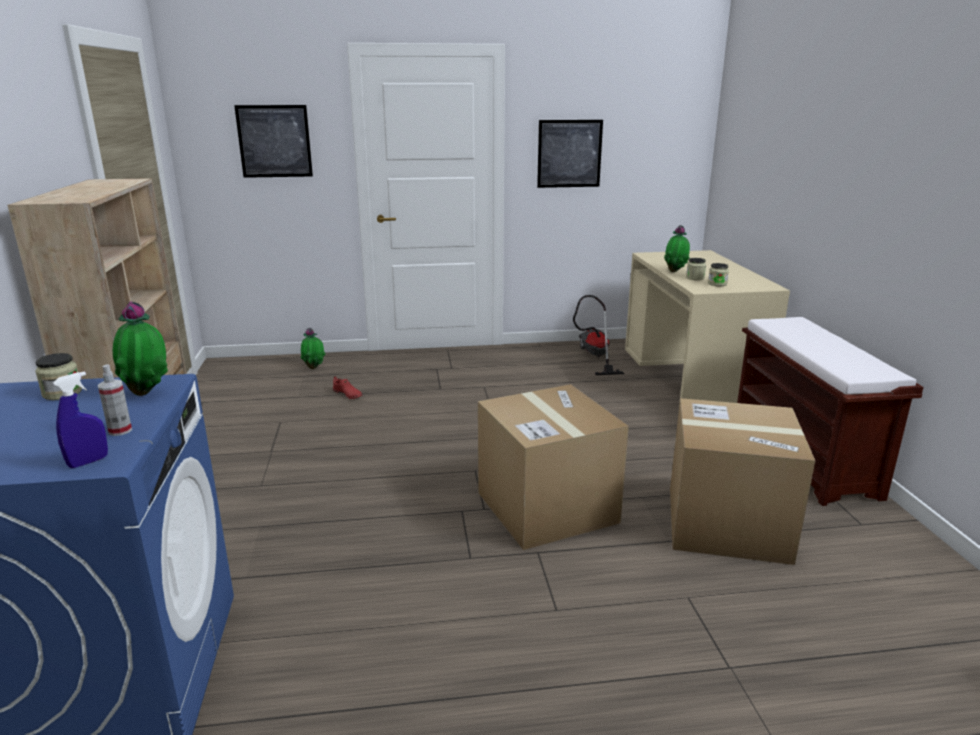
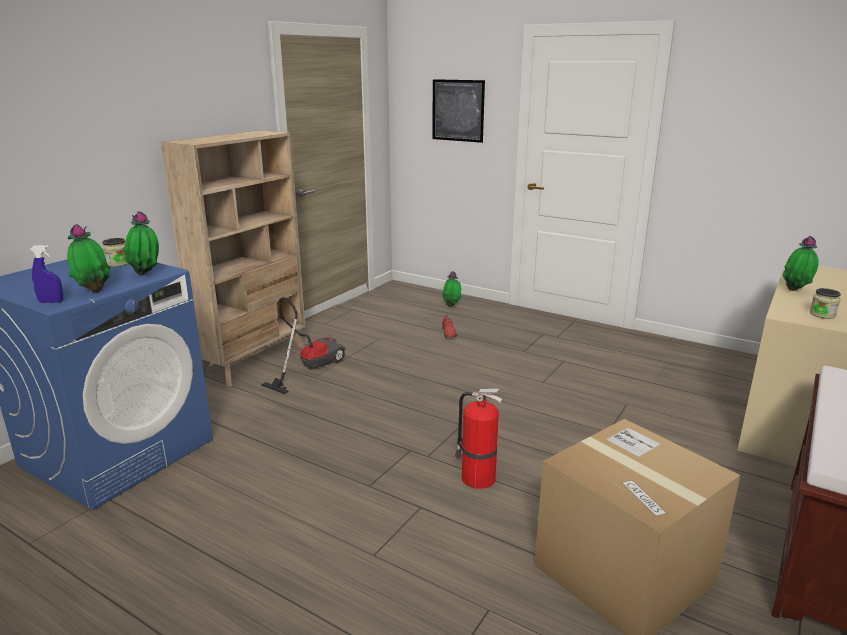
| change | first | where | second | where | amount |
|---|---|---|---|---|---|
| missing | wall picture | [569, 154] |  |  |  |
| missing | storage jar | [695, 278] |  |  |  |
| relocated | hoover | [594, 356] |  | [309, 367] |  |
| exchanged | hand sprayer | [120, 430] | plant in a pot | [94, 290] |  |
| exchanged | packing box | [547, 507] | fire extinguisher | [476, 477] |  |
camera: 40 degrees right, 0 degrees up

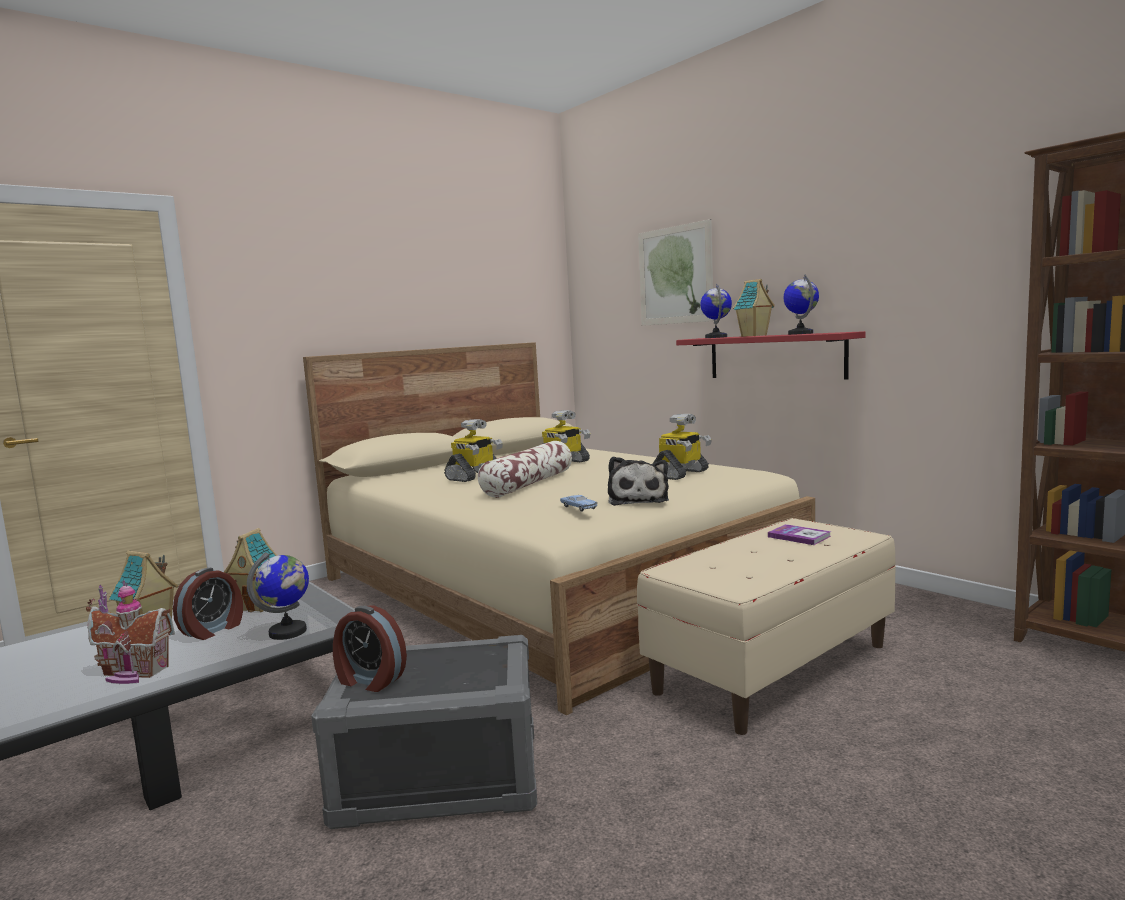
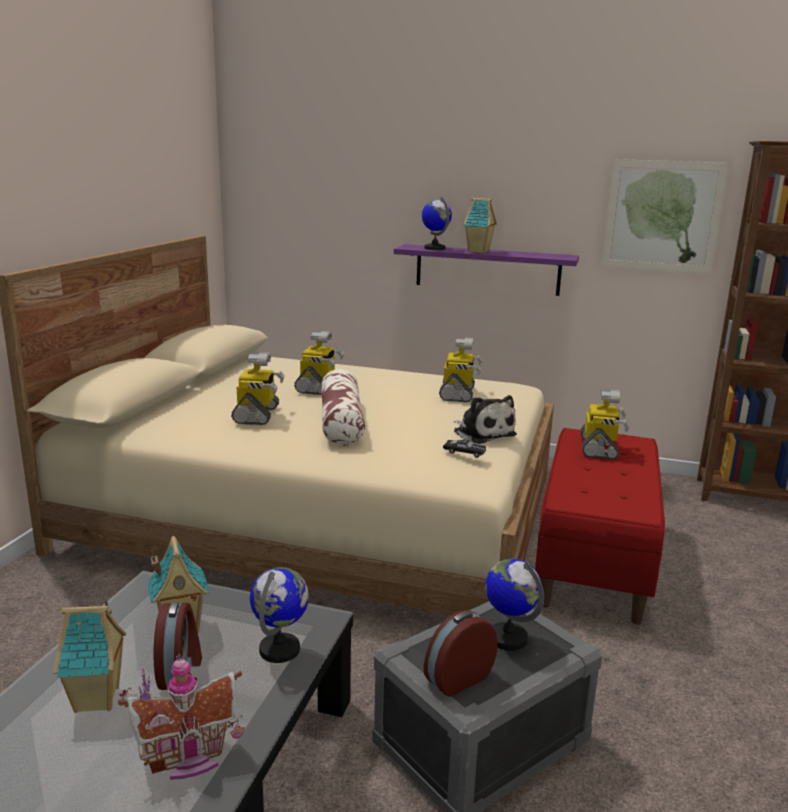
| change | first | where | second | where | amount |
|---|---|---|---|---|---|
| relocated | wall picture | [675, 275] |  | [662, 216] |  |
| relocated | globe | [800, 333] |  | [508, 638] |  |
| exchanged | book | [799, 536] | model robot | [599, 448] |  |
| colour | blue model car | [578, 508] | blackish model car | [464, 452] |  |
| colour | sand-coloured indoor bench | [772, 667] | reddish indoor bench | [593, 559] |  |
| colour | reddish bracket shelf | [775, 356] | purple-coloured bracket shelf | [487, 270] |  |
| spun | table clock | [369, 680] |  | [457, 678] | 150 degrees clockwise |
camera: 35 degrees left, 10 degrees up

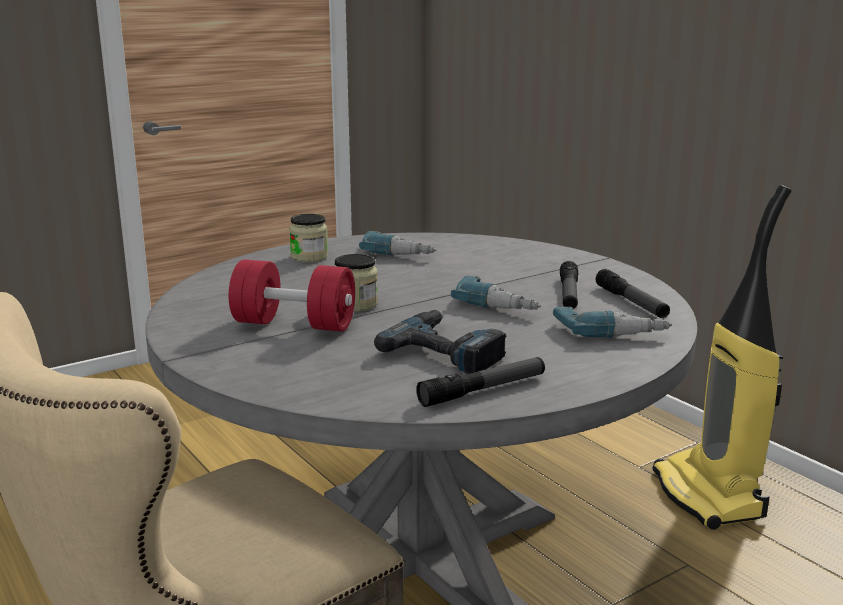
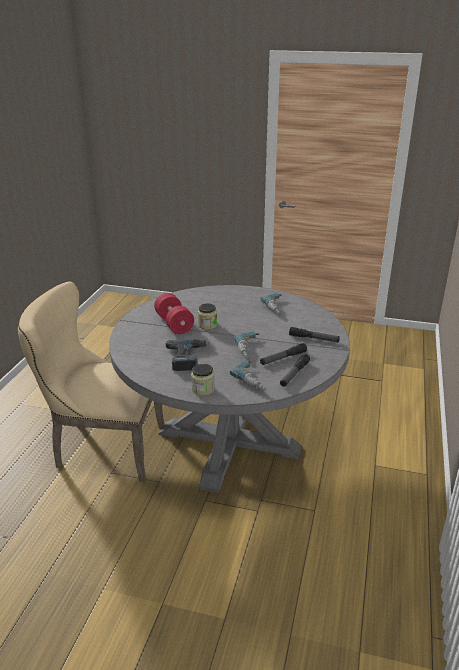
| change | first | where | second | where | amount |
|---|---|---|---|---|---|
| missing | hoover | [710, 495] |  |  |  |
| relocated | storage jar | [309, 256] |  | [203, 389] |  |
| relocated | flashlight | [483, 390] |  | [314, 339] |  |
camera: 50 degrees right, 10 degrees up

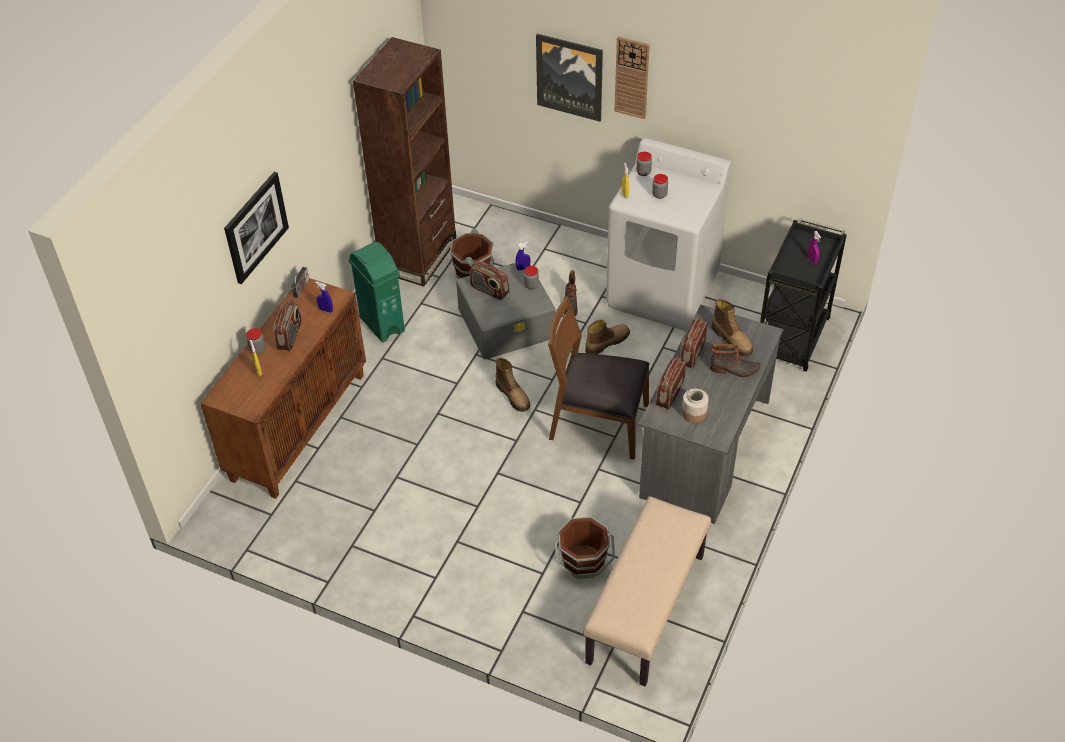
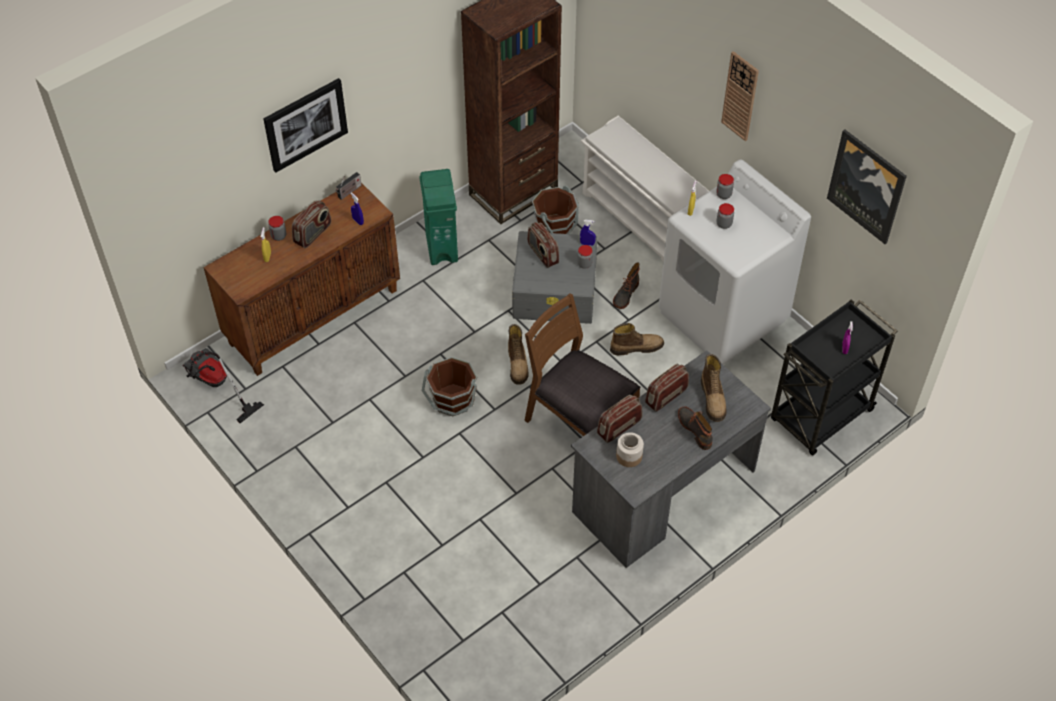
| change | first | where | second | where | amount |
|---|---|---|---|---|---|
| missing | sand-coloured indoor bench | [646, 609] |  |  |  |
| appeared |  |  | hoover | [215, 386] |  |
| appeared |  |  | whitish shoe rack | [642, 220] |  |
| relocated | wall picture | [570, 76] |  | [867, 186] |  |
| relocated | brown-coloured bucket | [583, 562] |  | [452, 400] |  |
| spun | high-top boot | [734, 369] |  | [695, 429] | 150 degrees counterclockwise |
camera: 25 degrees right, 5 degrees up

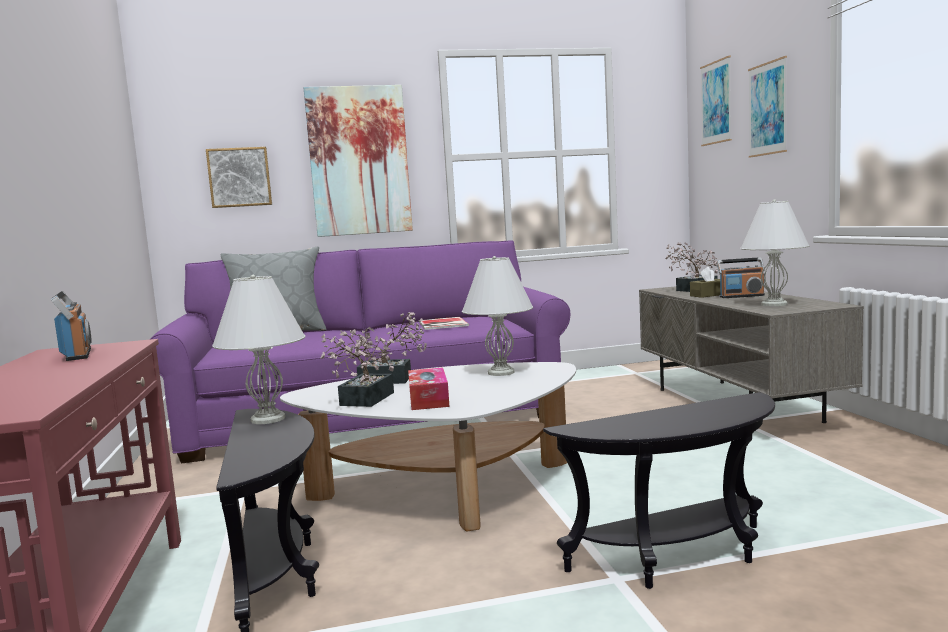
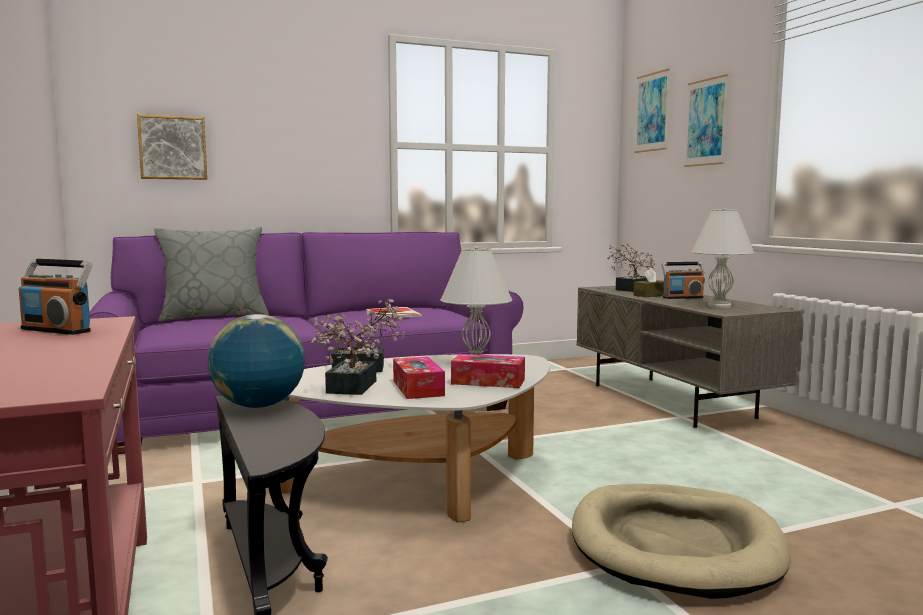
| change | first | where | second | where | amount |
|---|---|---|---|---|---|
| missing | wall picture | [359, 161] |  |  |  |
| appeared |  |  | box of tissues | [488, 381] |  |
| exchanged | whitish table lamp | [267, 419] | globe | [258, 406] |  |
| exchanged | blackish end table | [680, 559] | sand-coloured pet bed | [675, 545] |  |
| spun | radio | [77, 355] |  | [57, 330] | 150 degrees clockwise |
camera: 10 degrees left, 0 degrees up

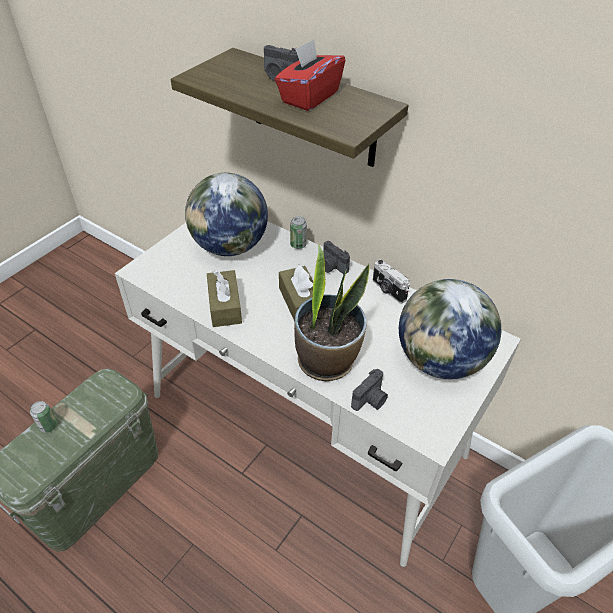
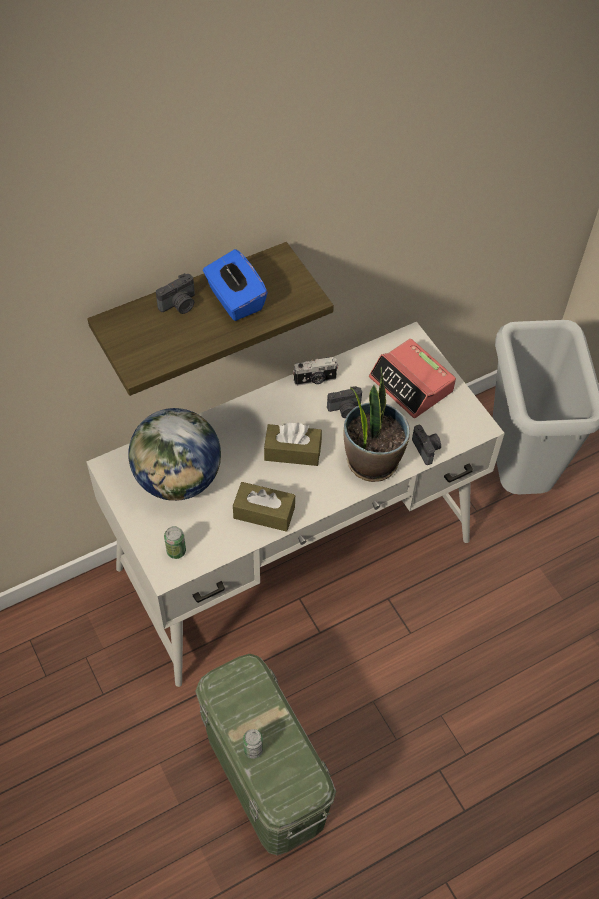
| change | first | where | second | where | amount |
|---|---|---|---|---|---|
| relocated | sealed can | [298, 245] |  | [176, 551] |  |
| relocated | photo camera | [332, 267] |  | [345, 409] |  |
| exchanged | globe | [440, 361] | table clock | [411, 385] |  |
| colour | reddish box of tissues | [309, 97] | blue box of tissues | [235, 300] |  |
camera: 65 degrees left, 10 degrees up

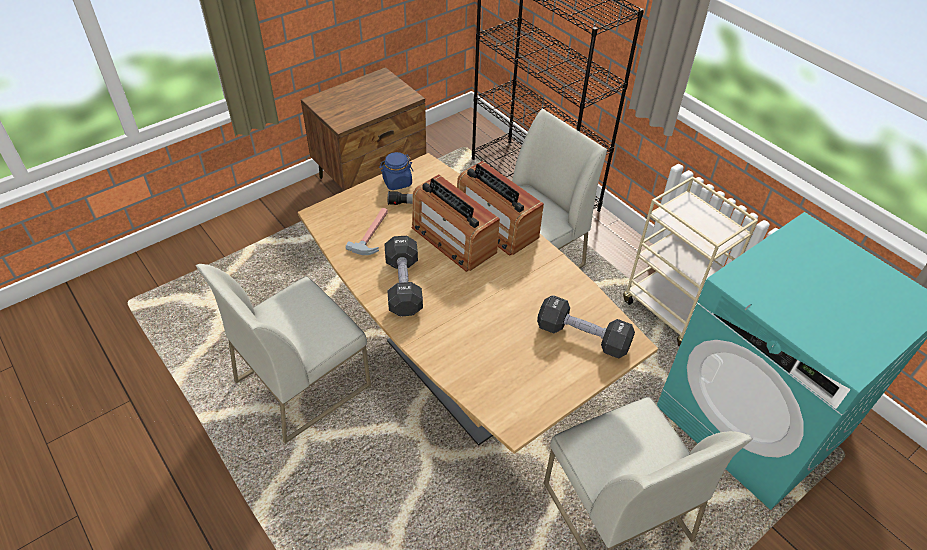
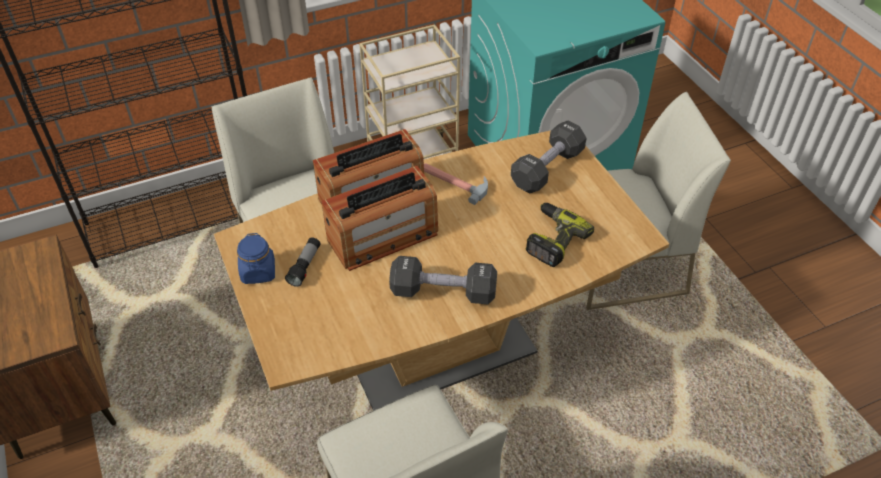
| change | first | where | second | where | amount |
|---|---|---|---|---|---|
| appeared |  |  | drill | [552, 239] |  |
| relocated | hand hammer | [374, 233] |  | [454, 181] |  |
camera: 75 degrees left, 0 degrees up

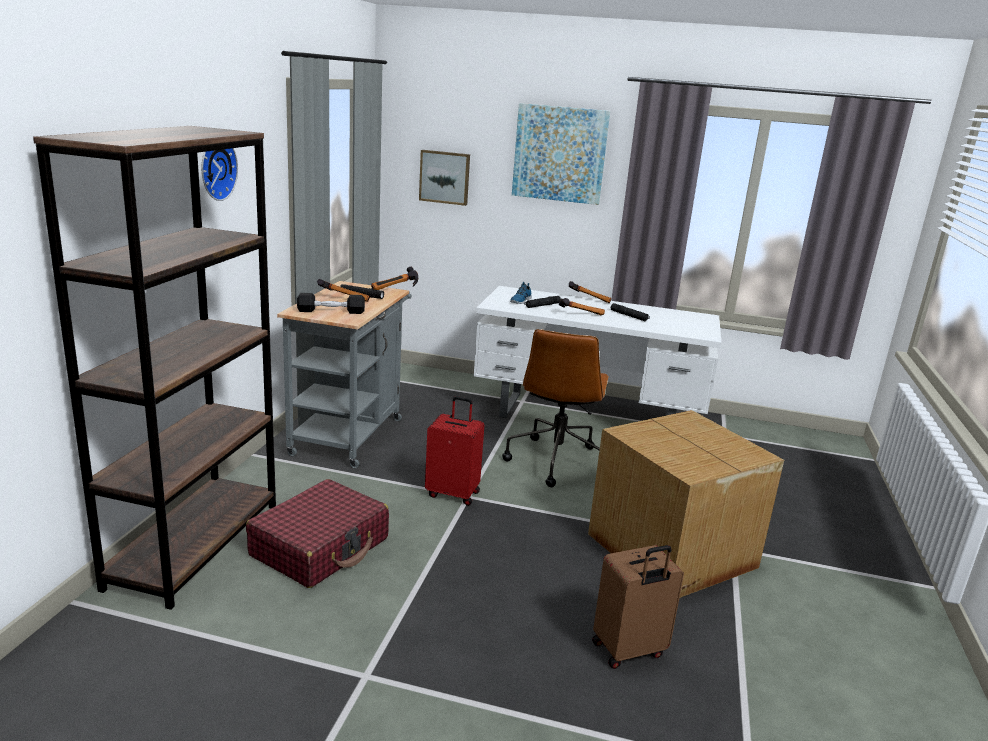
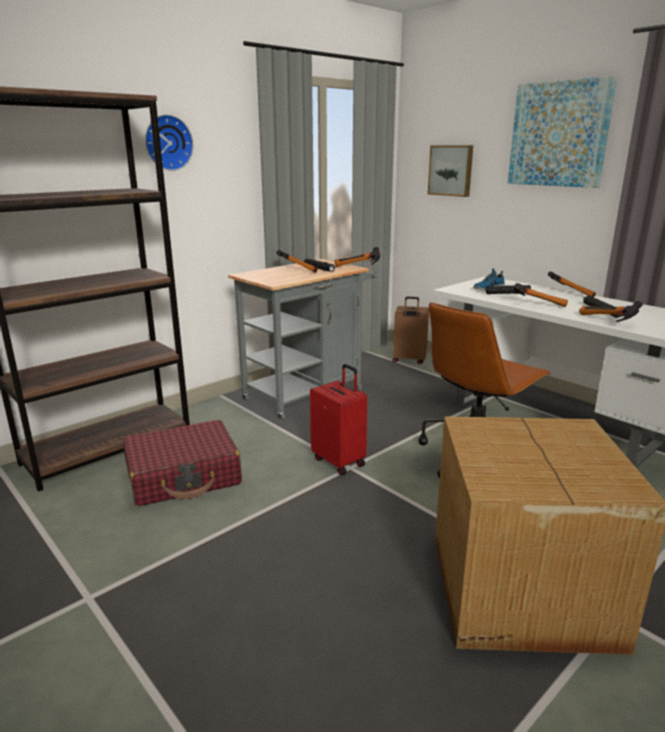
| change | first | where | second | where | amount |
|---|---|---|---|---|---|
| missing | blackish dumbbell | [331, 311] |  |  |  |
| appeared |  |  | hand hammer | [604, 321] |  |
| relocated | brown-coloured travel case | [629, 651] |  | [409, 360] |  |
camera: 35 degrees right, 0 degrees up

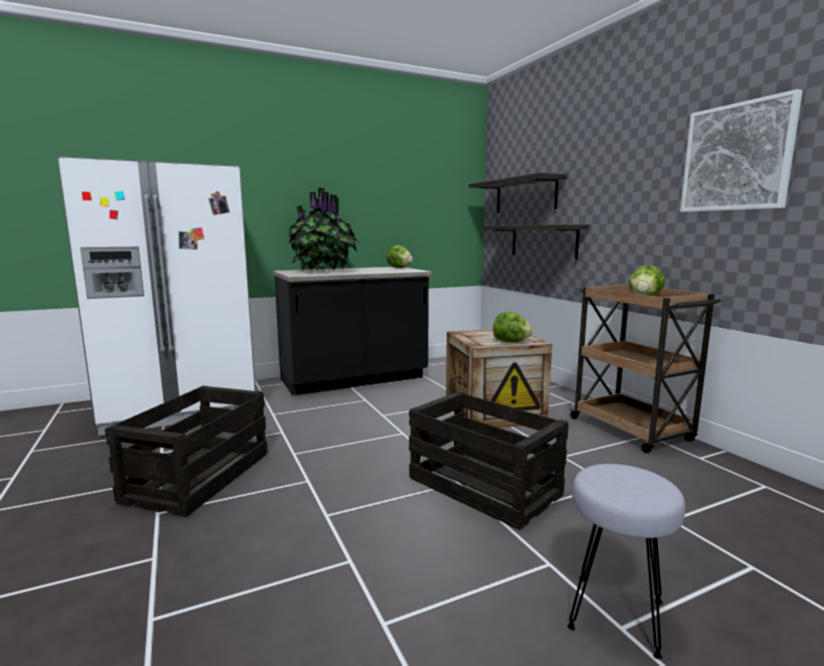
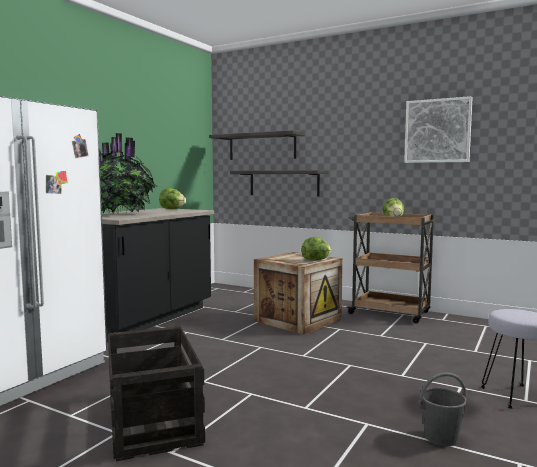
| change | first | where | second | where | amount |
|---|---|---|---|---|---|
| missing | shipping crate | [482, 486] |  |  |  |
| appeared |  |  | gray bucket | [440, 437] |  |
camera: 35 degrees left, 5 degrees down

